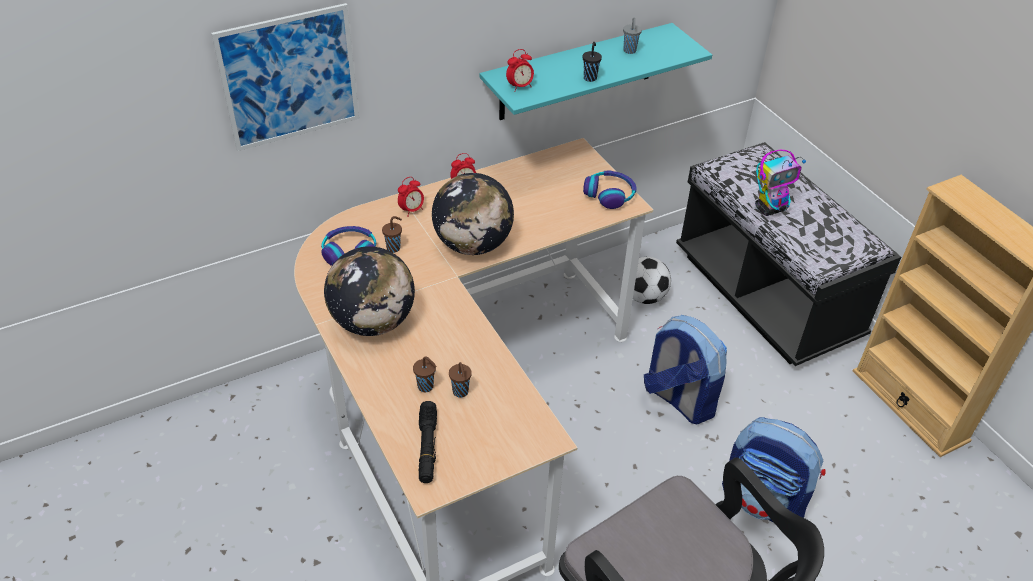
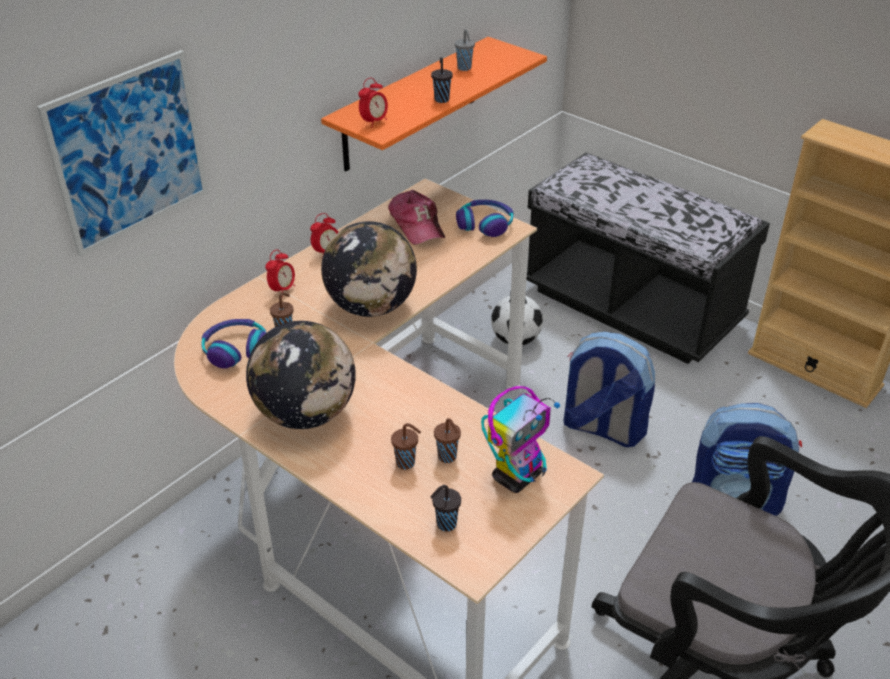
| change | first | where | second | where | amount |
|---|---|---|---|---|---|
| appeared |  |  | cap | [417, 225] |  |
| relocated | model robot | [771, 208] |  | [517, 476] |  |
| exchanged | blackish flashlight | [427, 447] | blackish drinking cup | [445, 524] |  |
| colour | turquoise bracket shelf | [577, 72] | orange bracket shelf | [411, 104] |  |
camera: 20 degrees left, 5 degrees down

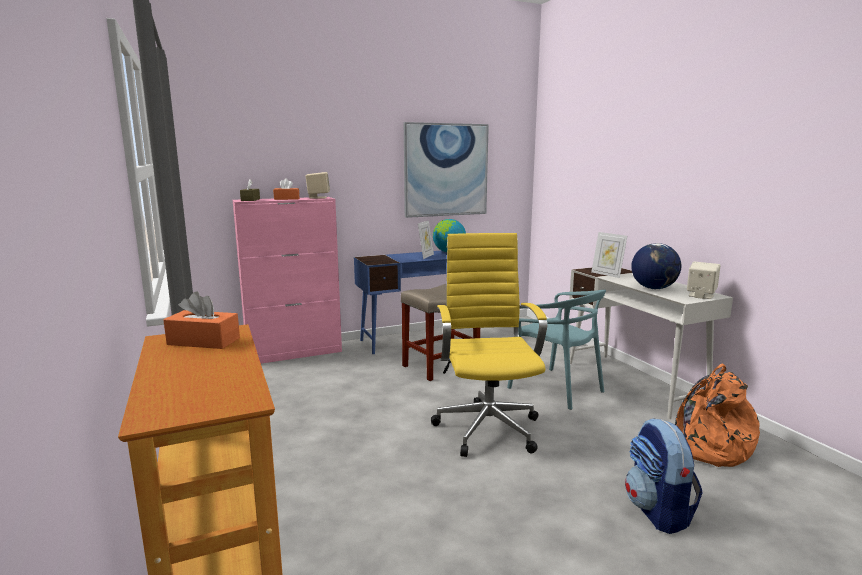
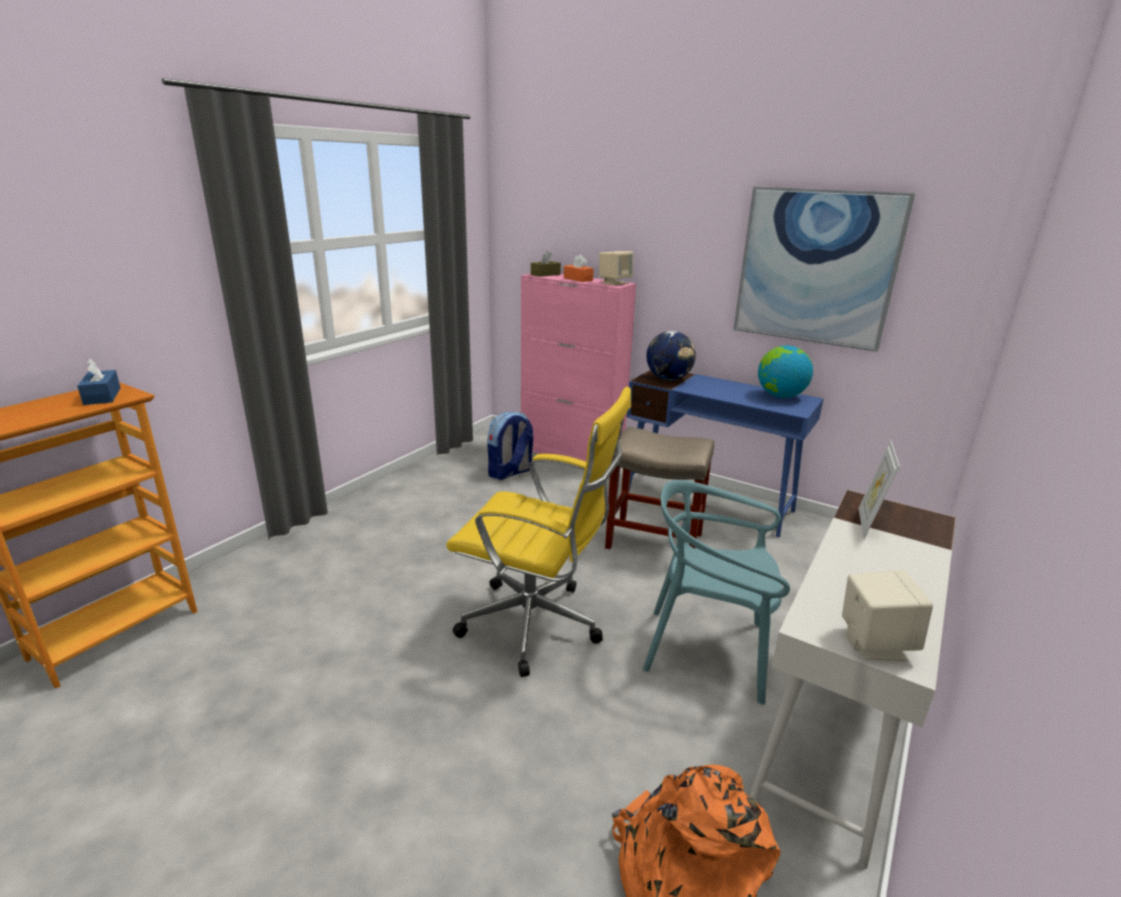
| change | first | where | second | where | amount |
|---|---|---|---|---|---|
| missing | standing frame | [426, 256] |  |  |  |
| relocated | rucksack | [658, 511] |  | [510, 472] |  |
| relocated | globe | [653, 288] |  | [668, 379] |  |
| colour | orange box of tissues | [203, 341] | blue box of tissues | [102, 396] |  |
| spun | yellow desk chair | [487, 427] |  | [537, 626] | 60 degrees clockwise |
| spun | turquoise plain chair | [556, 388] |  | [707, 651] | 90 degrees clockwise |
camera: 55 degrees right, 10 degrees up

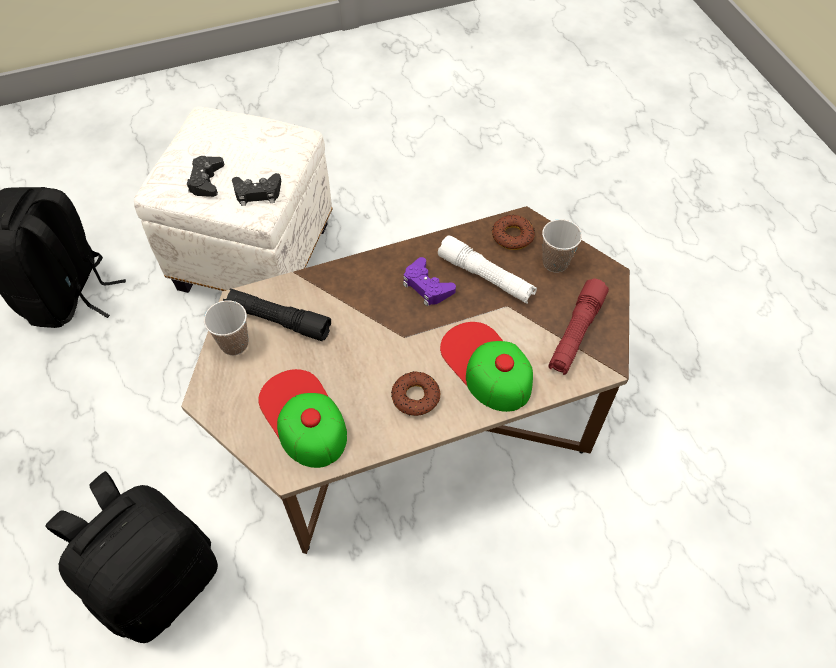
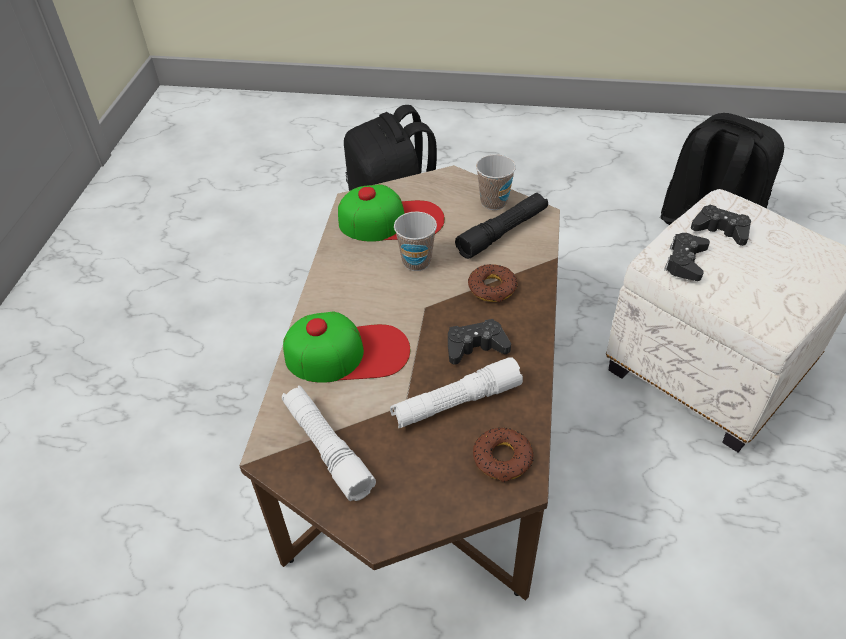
| change | first | where | second | where | amount |
|---|---|---|---|---|---|
| relocated | donut | [415, 396] |  | [492, 288] |  |
| relocated | drinking cup | [555, 262] |  | [416, 262] |  |
| colour | purple-coloured gamepad | [427, 286] | blackish gamepad | [475, 347] |  |
| colour | reddish flashlight | [576, 333] | whitish flashlight | [327, 448] |  |
camera: 120 degrees right, 10 degrees down

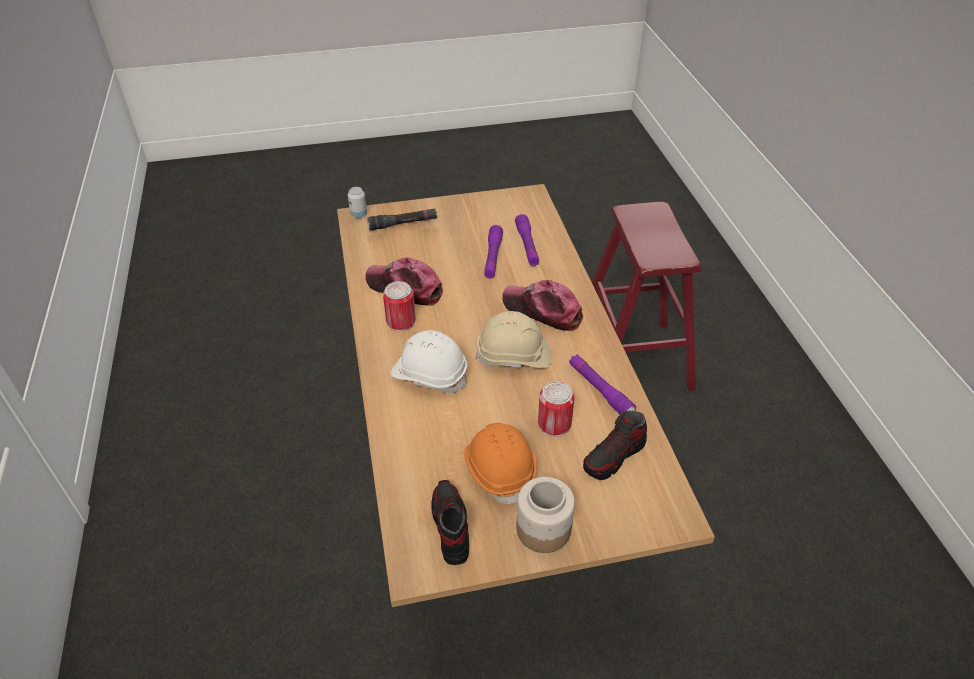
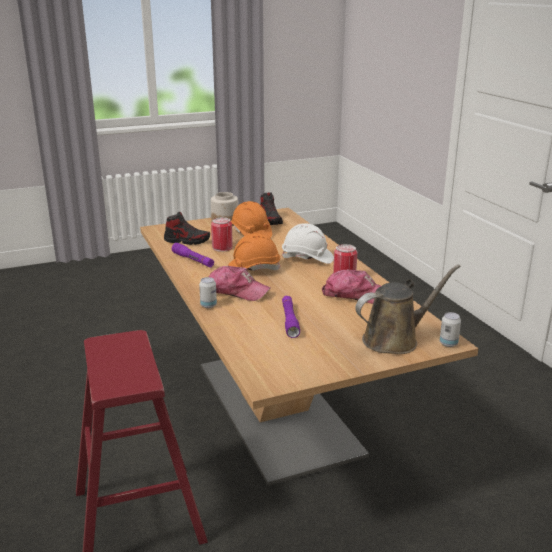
| change | first | where | second | where | amount |
|---|---|---|---|---|---|
| missing | purple-coloured flashlight | [527, 245] |  |  |  |
| appeared |  |  | sealed can | [208, 305] |  |
| exchanged | blackish flashlight | [403, 224] | brown-coloured sprinkling can | [395, 339] |  |
| colour | sand-coloured work helmet | [514, 356] | orange work helmet | [253, 269] |  |
| spun | low shoe | [614, 456] |  | [187, 241] | 60 degrees clockwise |
camera: 170 degrees right, 20 degrees down

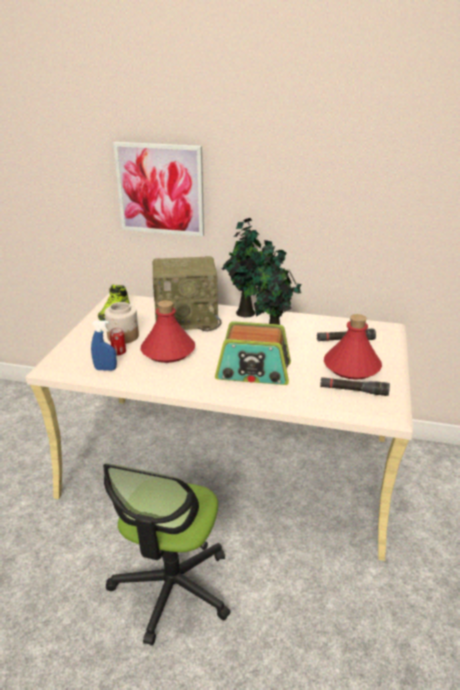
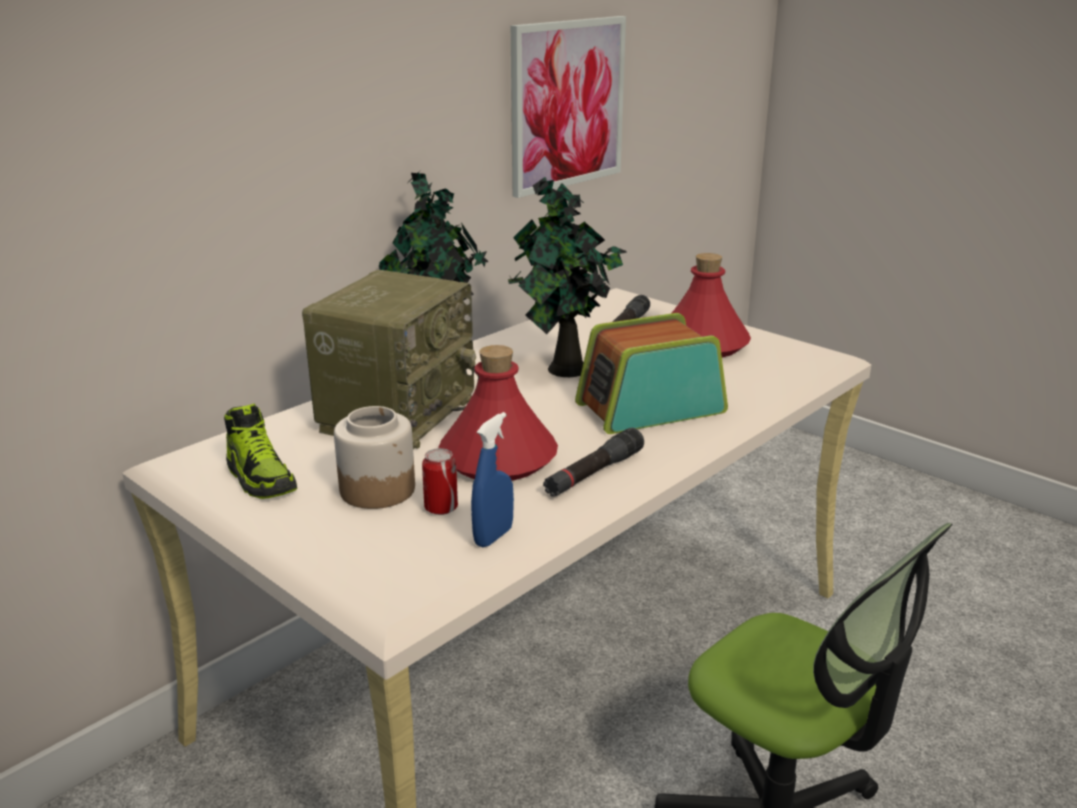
| change | first | where | second | where | amount |
|---|---|---|---|---|---|
| relocated | wall picture | [160, 189] |  | [567, 104] |  |
| relocated | blackish flashlight | [353, 391] |  | [594, 473] |  |
| spun | radio | [253, 372] |  | [649, 408] | 150 degrees counterclockwise |
camera: 60 degrees left, 5 degrees down

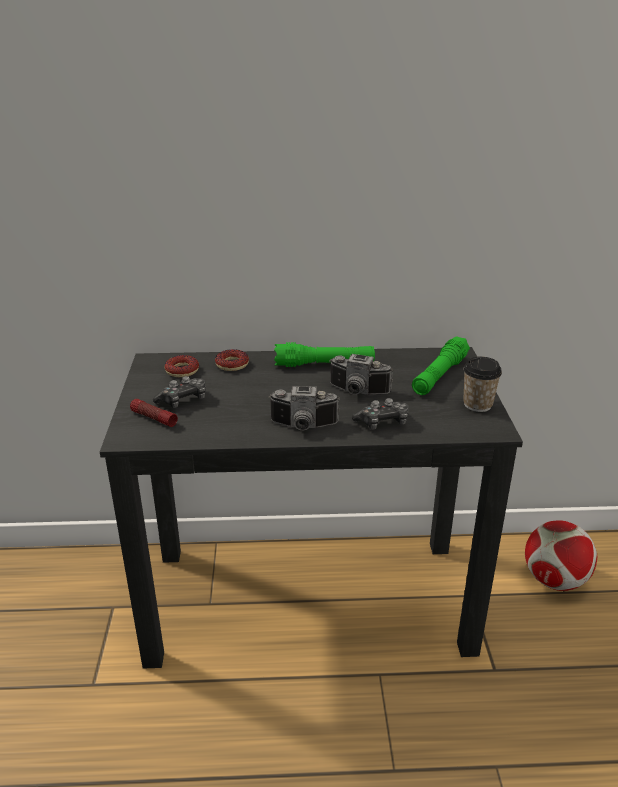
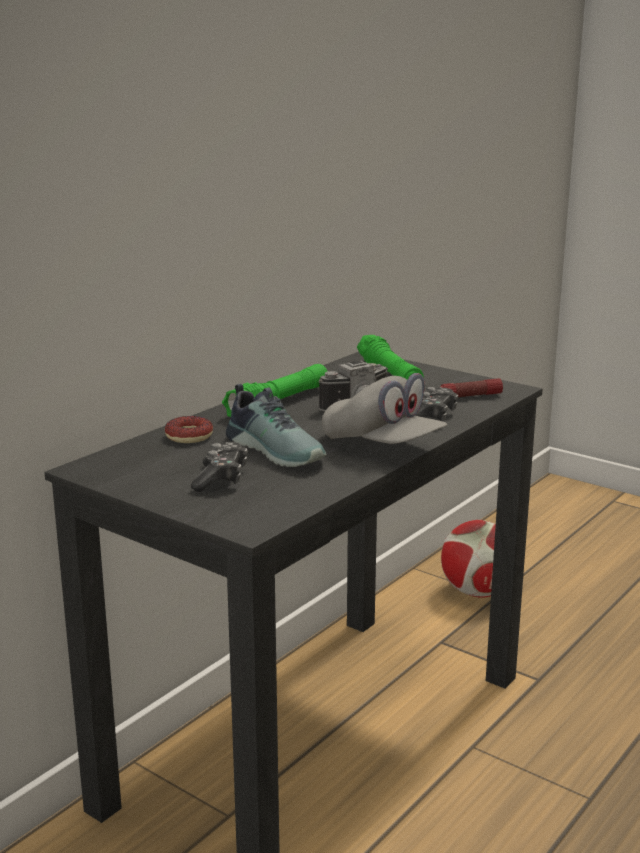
| change | first | where | second | where | amount |
|---|---|---|---|---|---|
| missing | donut | [182, 370] |  |  |  |
| missing | drinking cup | [477, 404] |  |  |  |
| appeared |  |  | low shoe | [277, 450] |  |
| relocated | flashlight | [153, 418] |  | [470, 396] |  |
| exchanged | photo camera | [303, 427] | gray cap | [382, 445] |  |
camera: 50 degrees left, 10 degrees down

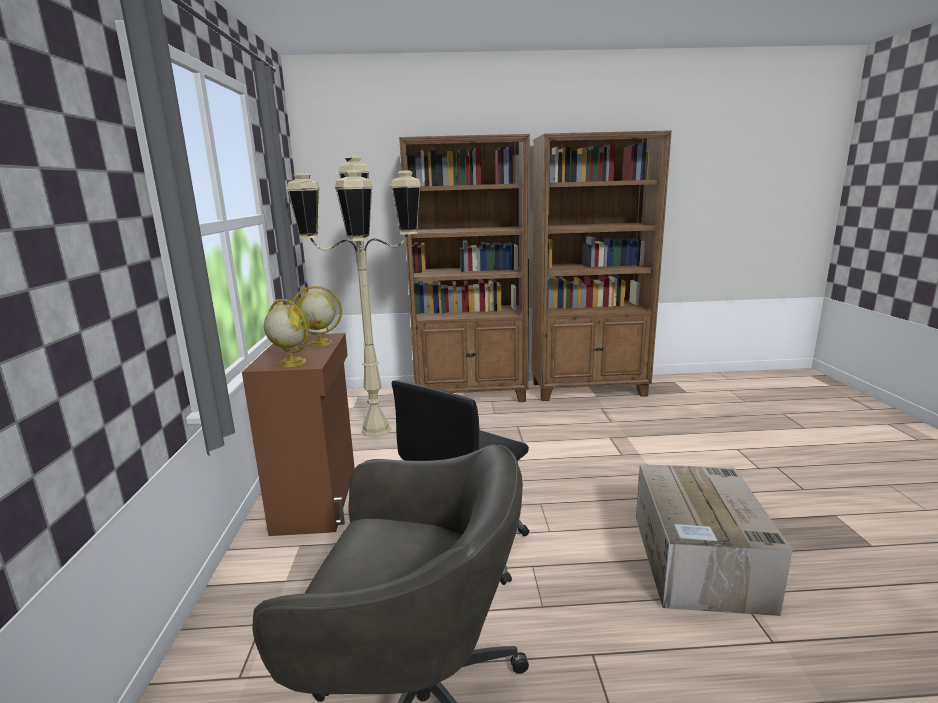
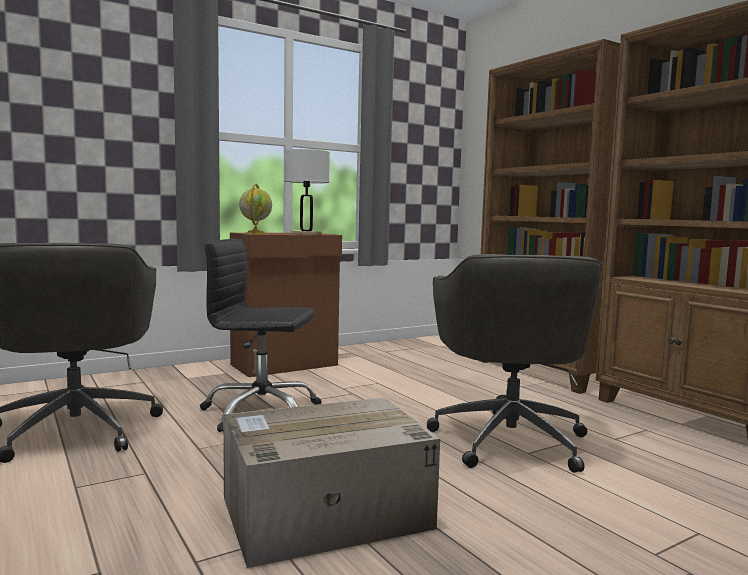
| change | first | where | second | where | amount |
|---|---|---|---|---|---|
| missing | sand-coloured standard lamp | [376, 430] |  |  |  |
| appeared |  |  | gray desk chair | [509, 439] |  |
| exchanged | globe | [319, 343] | whitish table lamp | [306, 234] |  |
camera: 60 degrees right, 10 degrees down

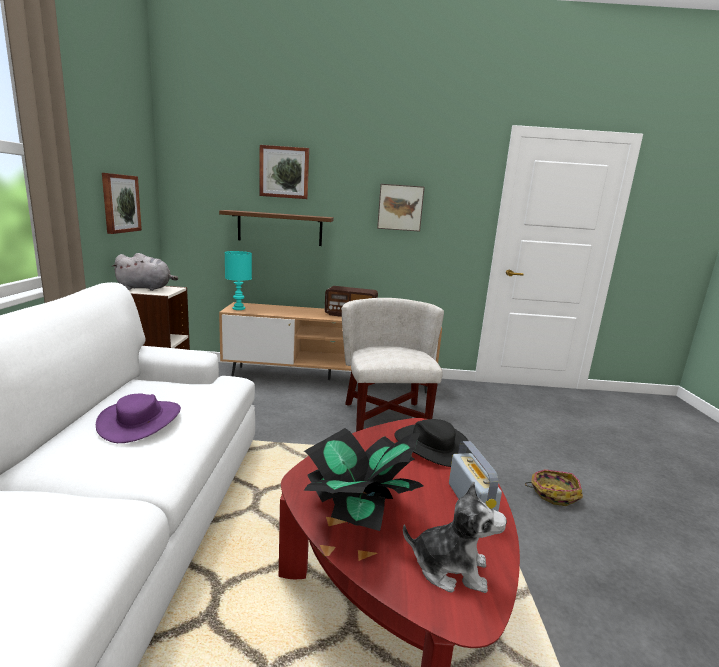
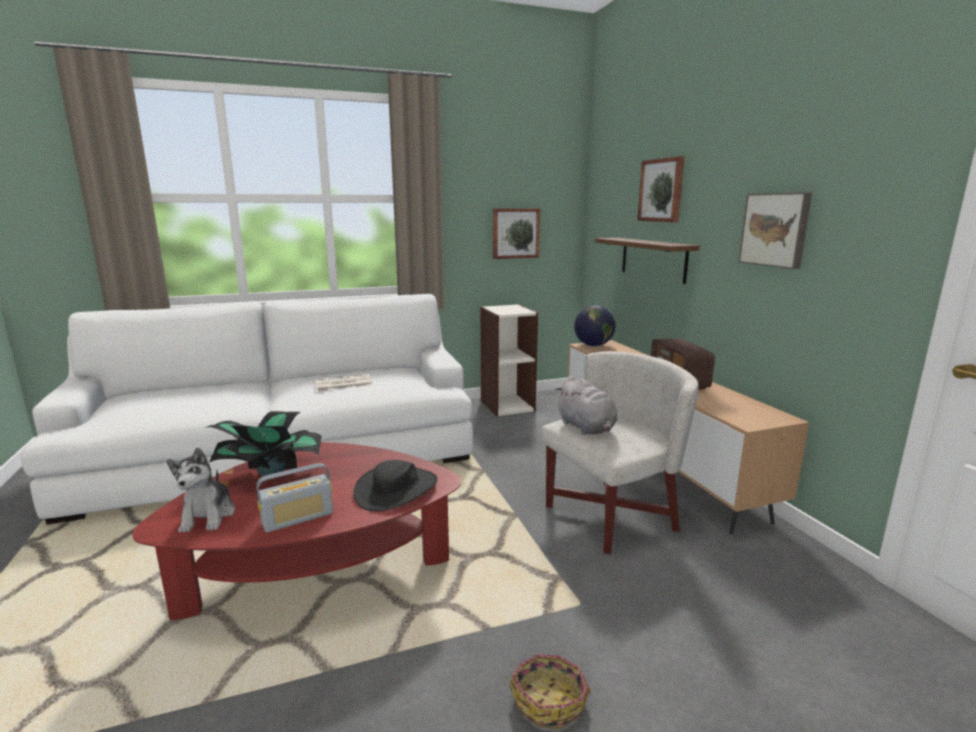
| change | first | where | second | where | amount |
|---|---|---|---|---|---|
| relocated | gray plush toy | [146, 288] |  | [587, 428] |  |
| exchanged | purple-coloured clothing hat | [141, 421] | daily paper | [342, 384] |  |
| exchanged | turquoise table lamp | [238, 308] | globe | [593, 345] |  |
camera: 70 degrees right, 0 degrees up

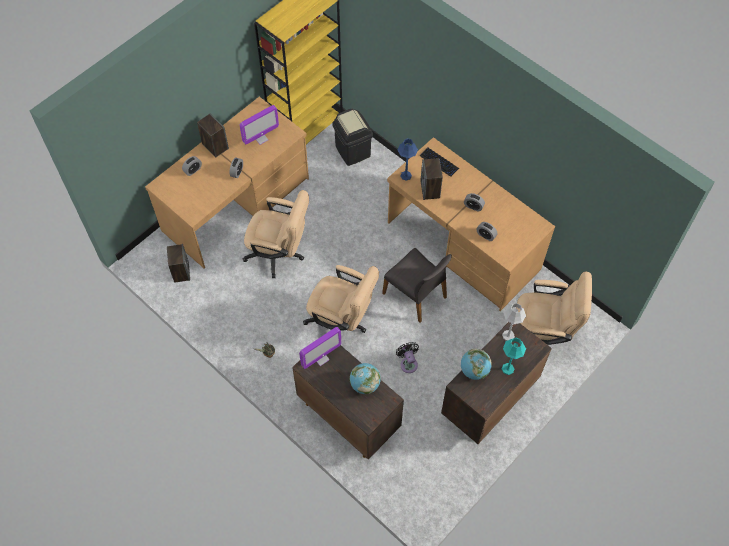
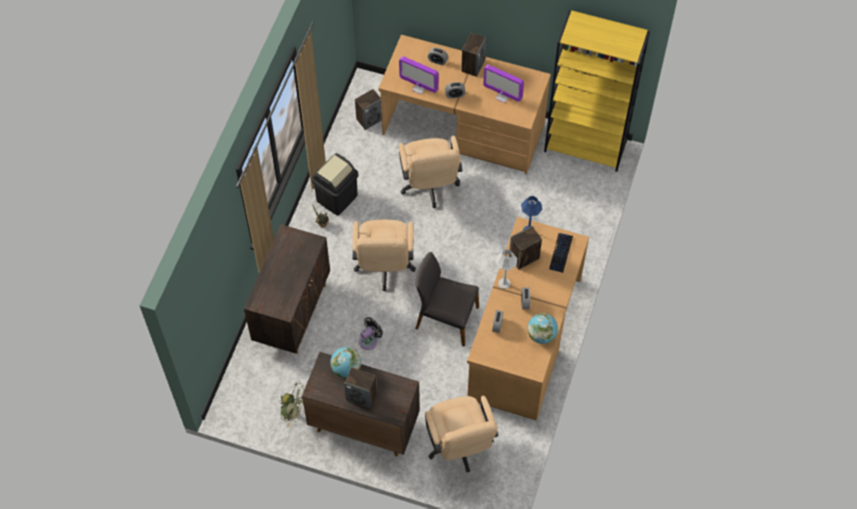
| change | first | where | second | where | amount |
|---|---|---|---|---|---|
| appeared |  |  | greenish cooling fan | [294, 412] |  |
| relocated | monitor | [321, 358] |  | [419, 88] |  |
| relocated | blackish trash can | [352, 151] |  | [336, 198] |  |
| relocated | globe | [365, 384] |  | [541, 335] |  |
| relocated | gray table lamp | [508, 335] |  | [504, 283] |  |
| exchanged | turquoise table lamp | [508, 368] | speaker | [362, 396] |  |
| spun | gray plain chair | [415, 295] |  | [446, 318] | 90 degrees clockwise |
camera: 65 degrees right, 0 degrees up

